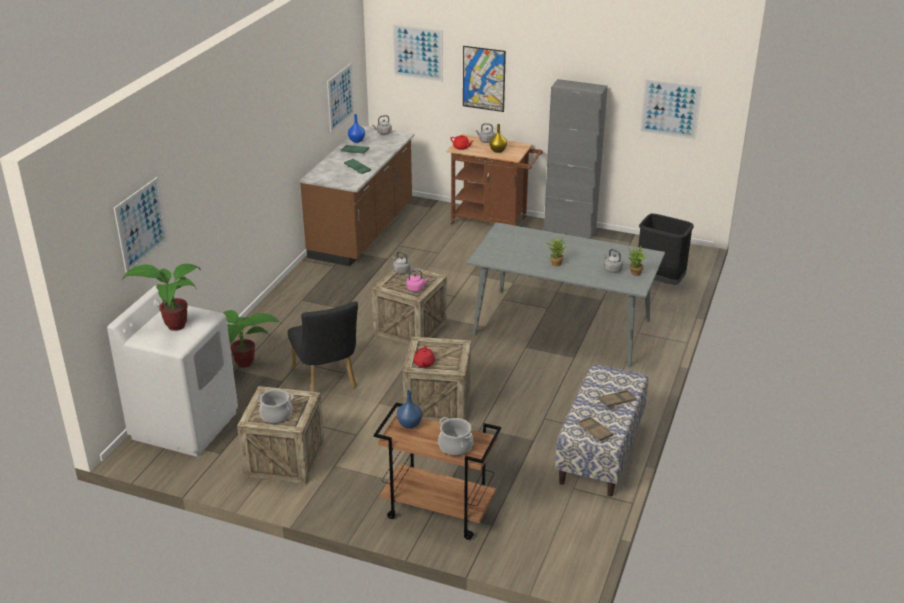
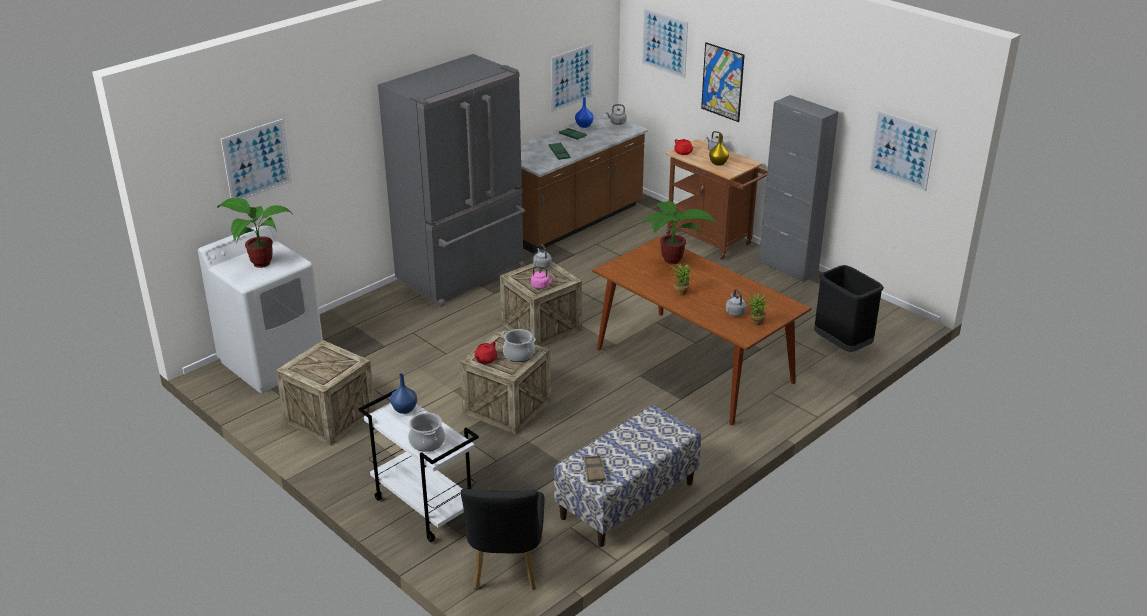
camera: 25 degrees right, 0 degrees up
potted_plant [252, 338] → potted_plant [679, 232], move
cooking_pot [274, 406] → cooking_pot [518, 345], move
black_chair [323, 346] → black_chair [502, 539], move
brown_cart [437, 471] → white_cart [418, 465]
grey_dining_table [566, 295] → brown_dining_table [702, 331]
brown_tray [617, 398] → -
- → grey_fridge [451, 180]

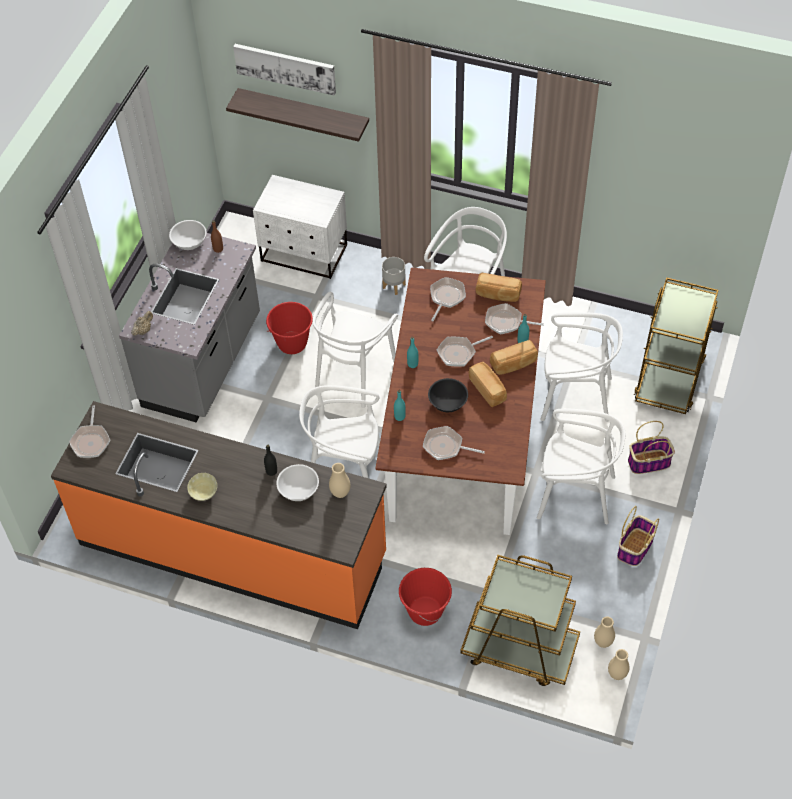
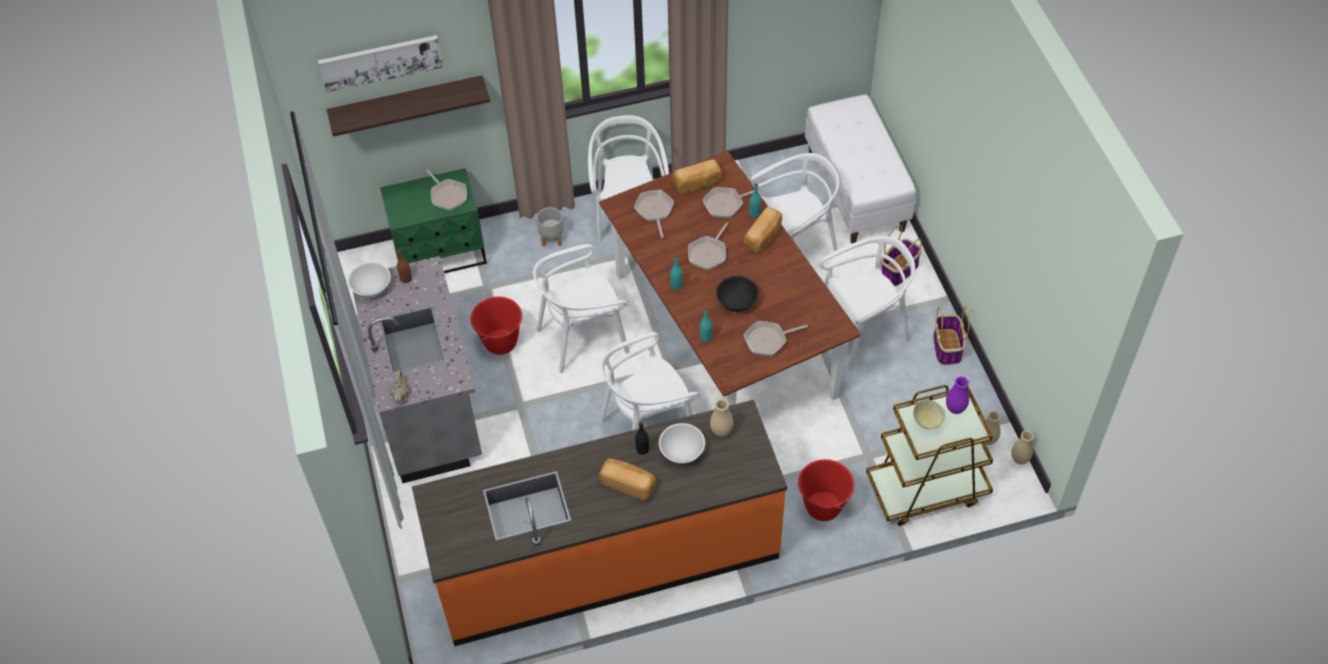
camera: 35 degrees left, 0 degrees up
frying_pan [89, 432] → frying_pan [446, 190], move
beige_bowl [202, 487] → beige_bowl [929, 414], move
white_nightstand [300, 227] → green_nightstand [433, 220]
white_chair [355, 350] → white_chair [581, 308], 75 degrees clockwise
bread [487, 384] → bread [627, 479], move
brown_cart [676, 345] → white_bench [860, 168]
- → purple_vase [957, 395]

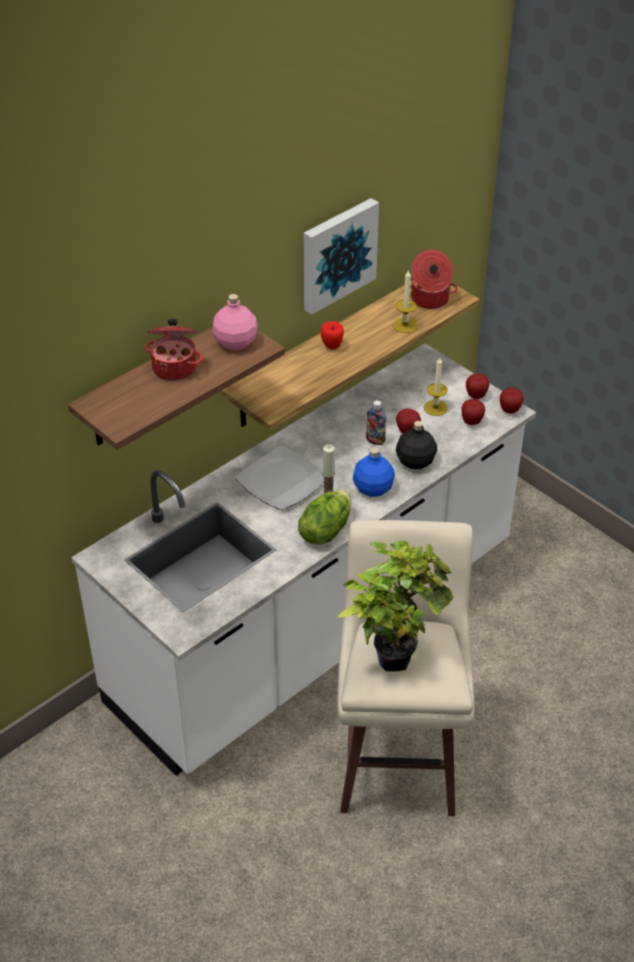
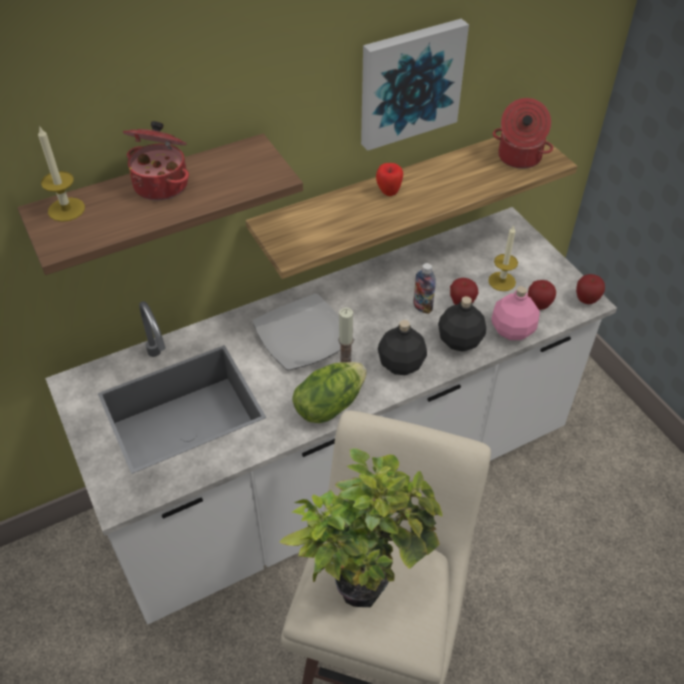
camera: 15 degrees right, 5 degrees up
pink_bottle [234, 322] → pink_bottle [515, 313], move
blue_bottle [374, 472] → black_bottle [402, 347]
candle [405, 301] → candle [61, 173], move
apple [477, 386] → -

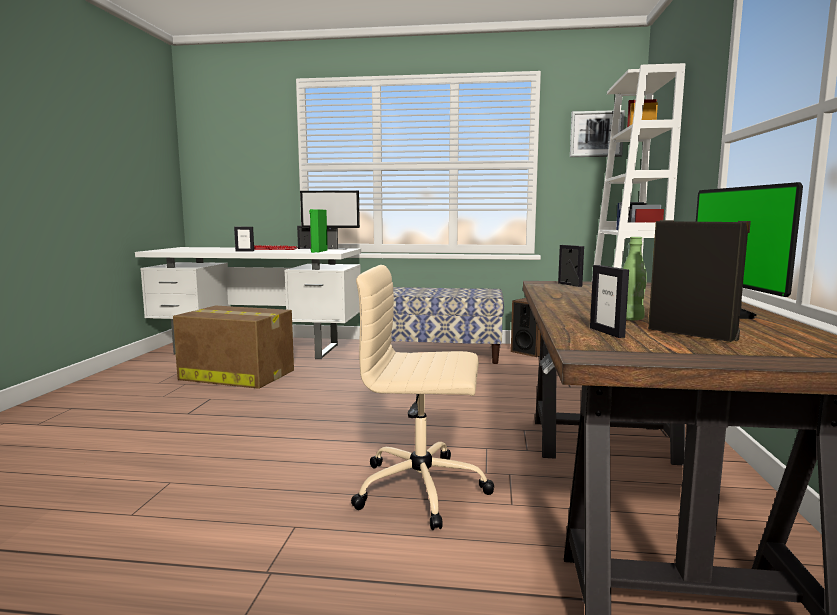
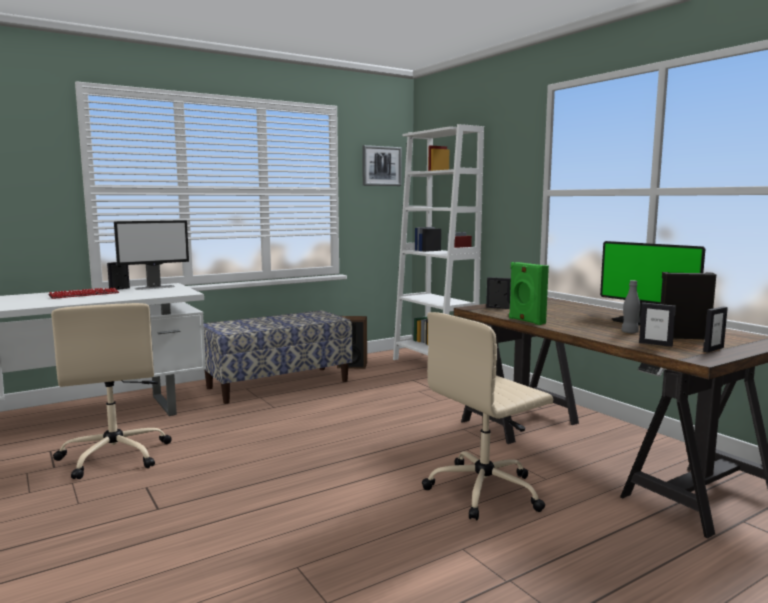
camera: 40 degrees left, 0 degrees up
cardboard_box [233, 347] → beige_office_chair [111, 391]
picture_frame [244, 239] → picture_frame [715, 329], move
green_speaker [318, 231] → green_speaker [529, 293], move
green_bottle [635, 278] → grey_bottle [630, 306]

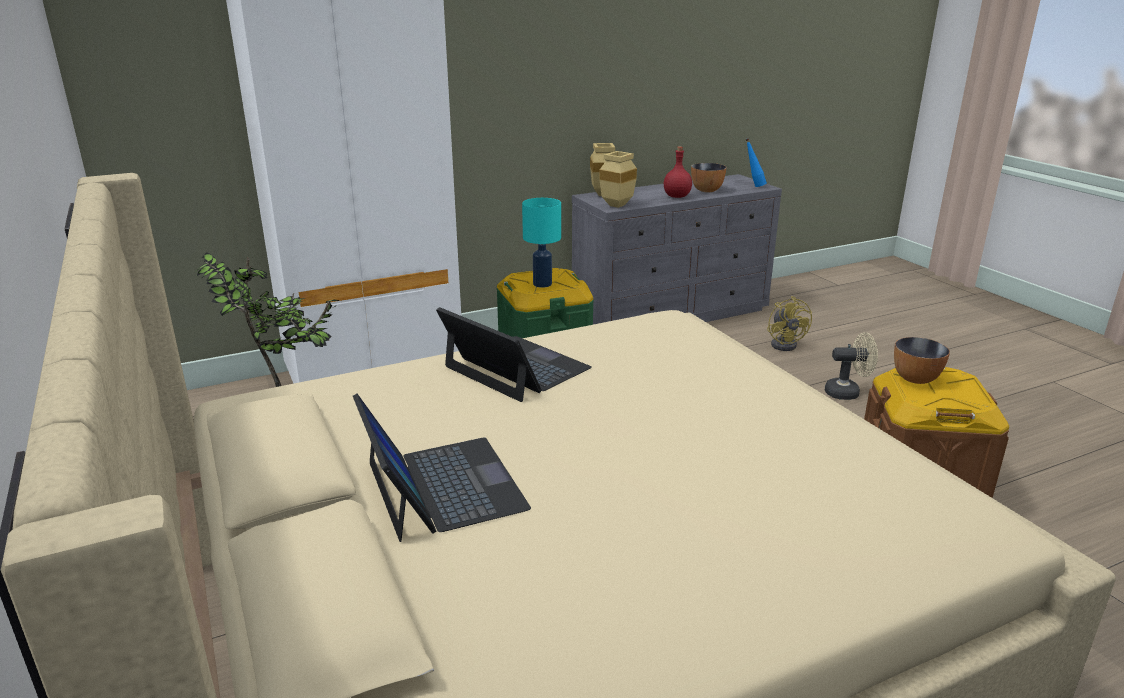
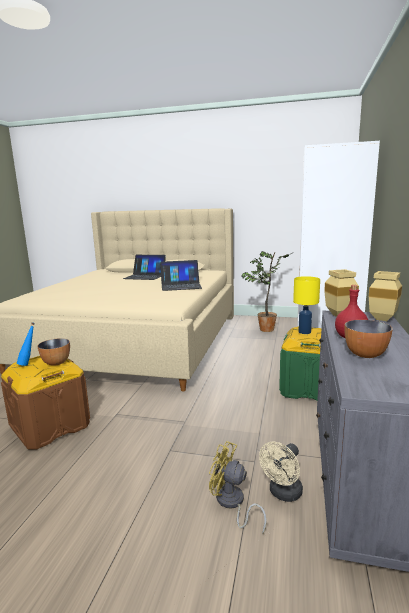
camera: 130 degrees right, 10 degrees down
turquoise_table_lamp [541, 243] → yellow_table_lamp [306, 305]
blue_bottle [756, 162] → blue_bottle [26, 344], move
beige_fan [851, 366] → beige_fan [281, 471], move

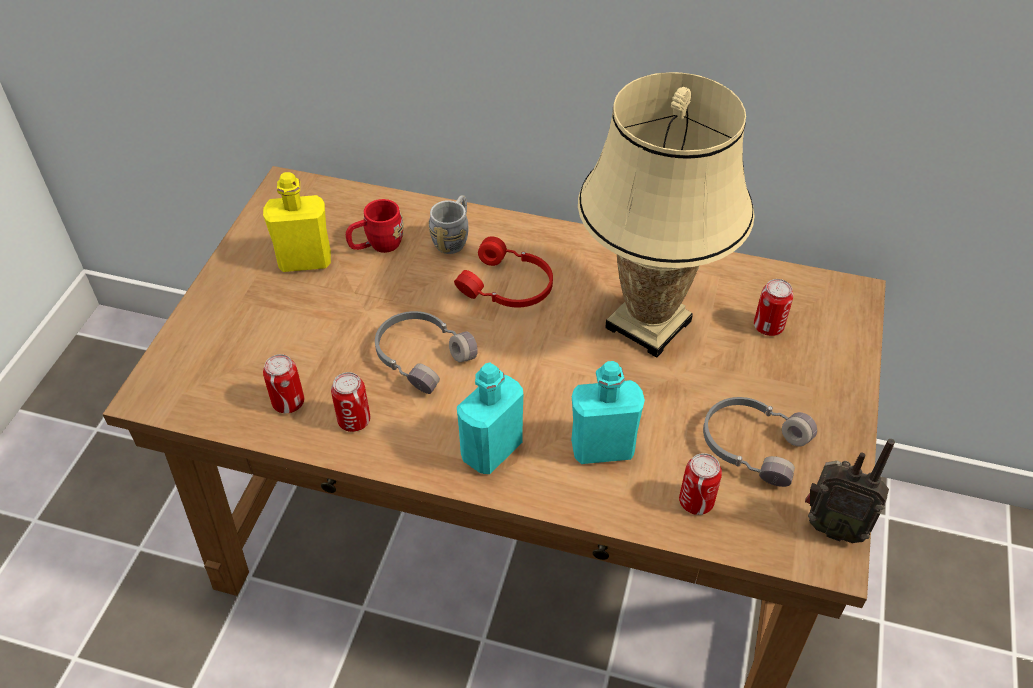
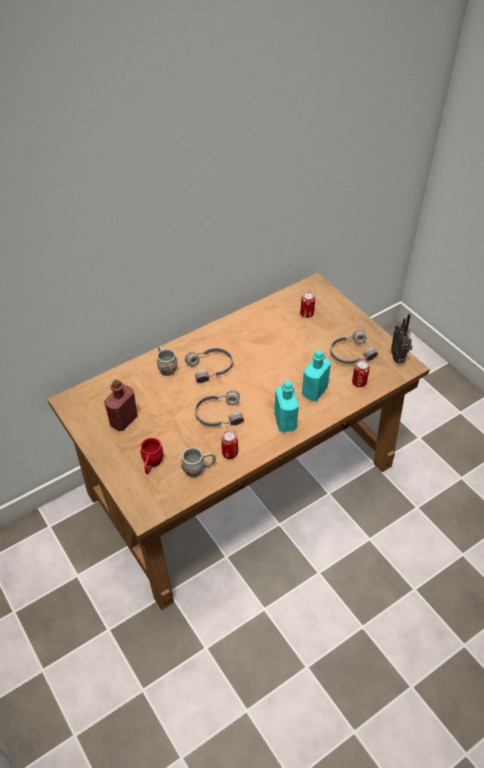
camera: 50 degrees left, 0 degrees up
yellow_bottle [297, 222] → red_bottle [121, 405]
can [283, 383] → grey_mug [198, 462]
red_mug [375, 226] → red_mug [152, 456], move
red_headphones [503, 271] → grey_headphones [209, 365]
beige_table_lamp [666, 215] → -
radio [850, 491] → radio [402, 338], 105 degrees clockwise

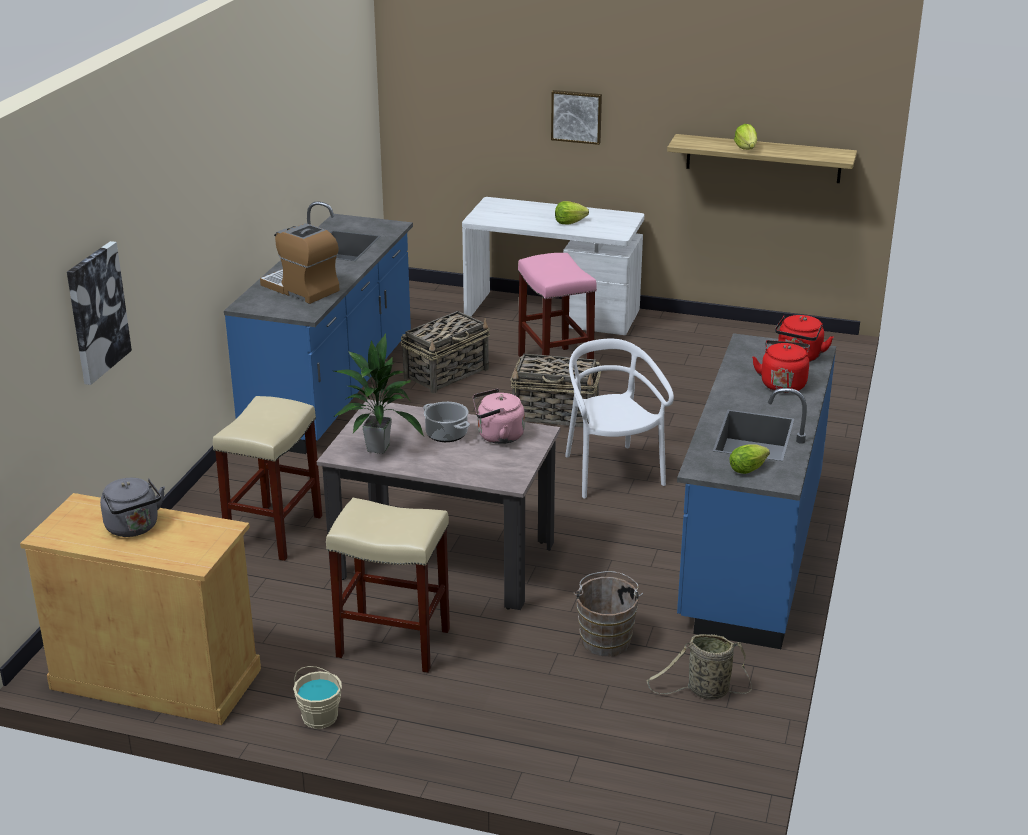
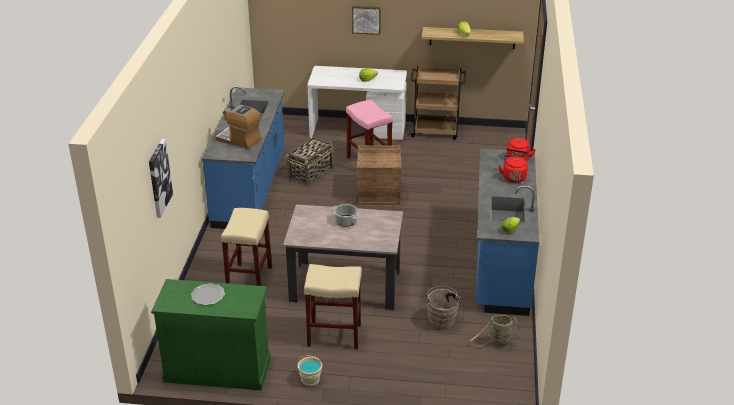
camera: 10 degrees left, 5 degrees up
beige_cabinet [140, 609] → green_cabinet [211, 334]
grey_kettle [132, 507] → plate [208, 294]
potted_plant [379, 394] → -
pink_kettle [499, 416] → -
basket [555, 390] → crate [379, 175]
white_chair [619, 418] → -
- → brown_cart [437, 103]

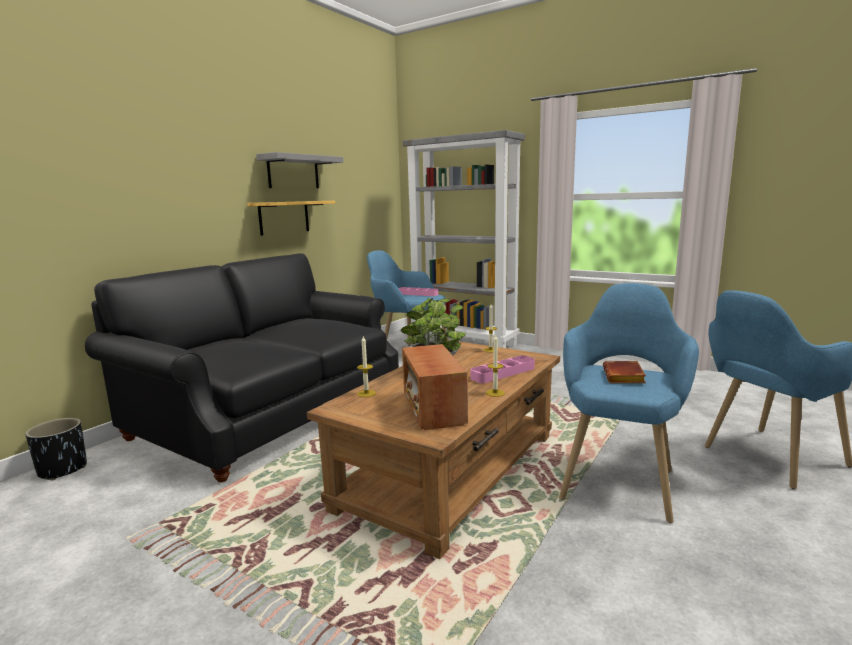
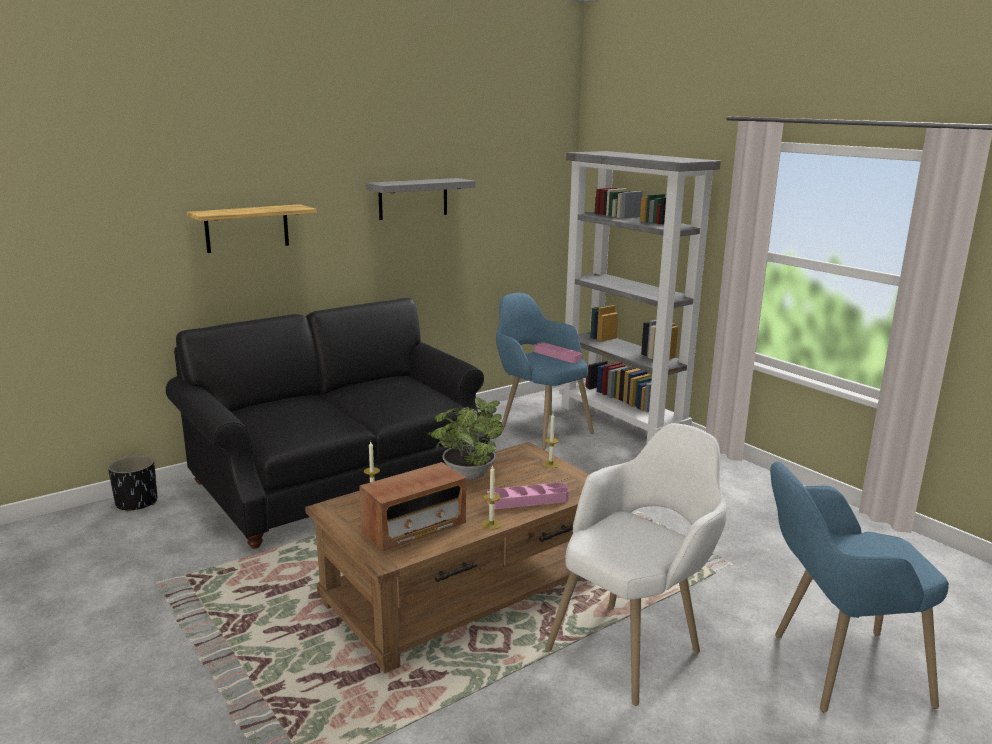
camera: 20 degrees right, 5 degrees up
shelf [291, 218] → shelf [251, 228], move
radio [435, 387] → radio [412, 506], 135 degrees counterclockwise
blue_armchair [629, 403] → white_armchair [636, 564]
brown_book [624, 372] → -

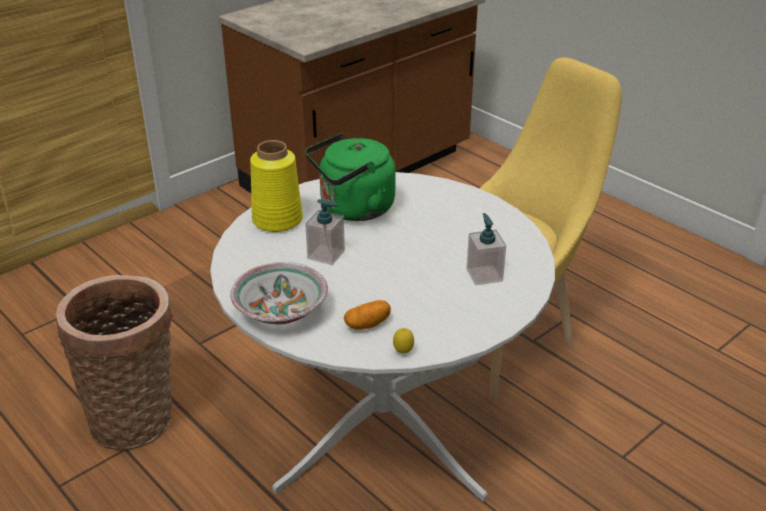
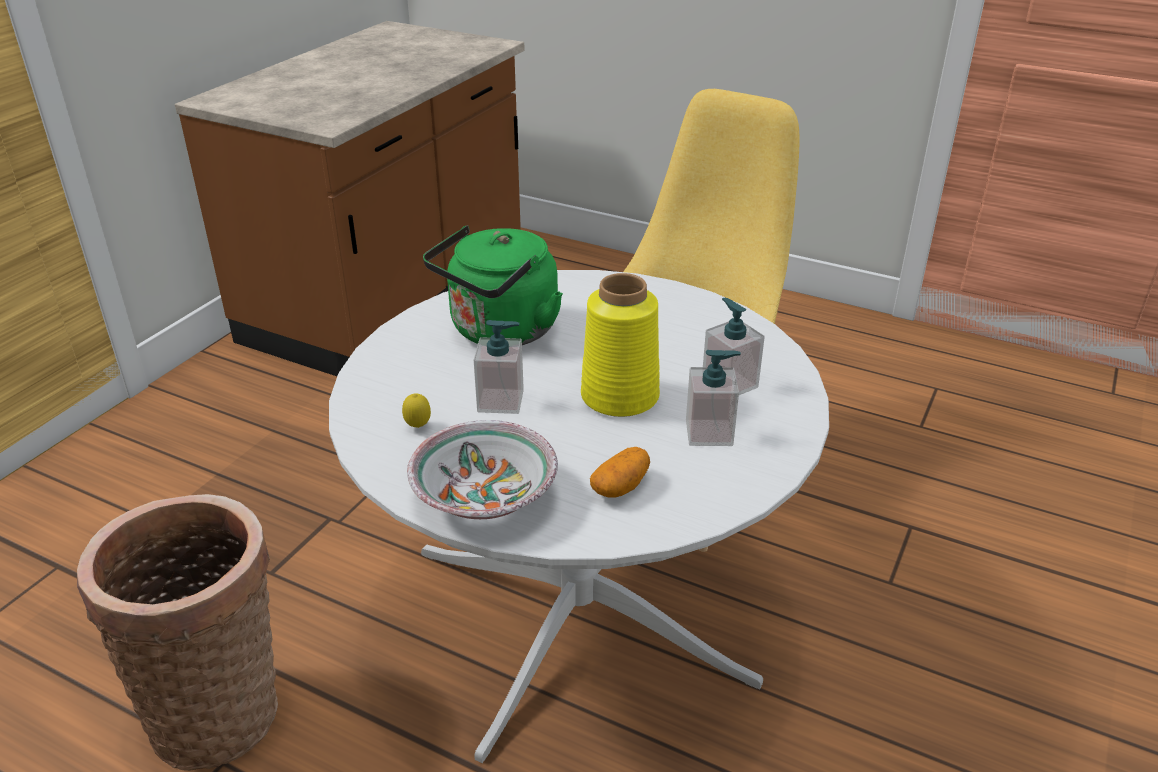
camera: 20 degrees left, 0 degrees up
yellow_vase [276, 186] → yellow_vase [620, 345], move
lemon [403, 340] → lemon [416, 411], move
- → soap_dispenser [713, 398]

